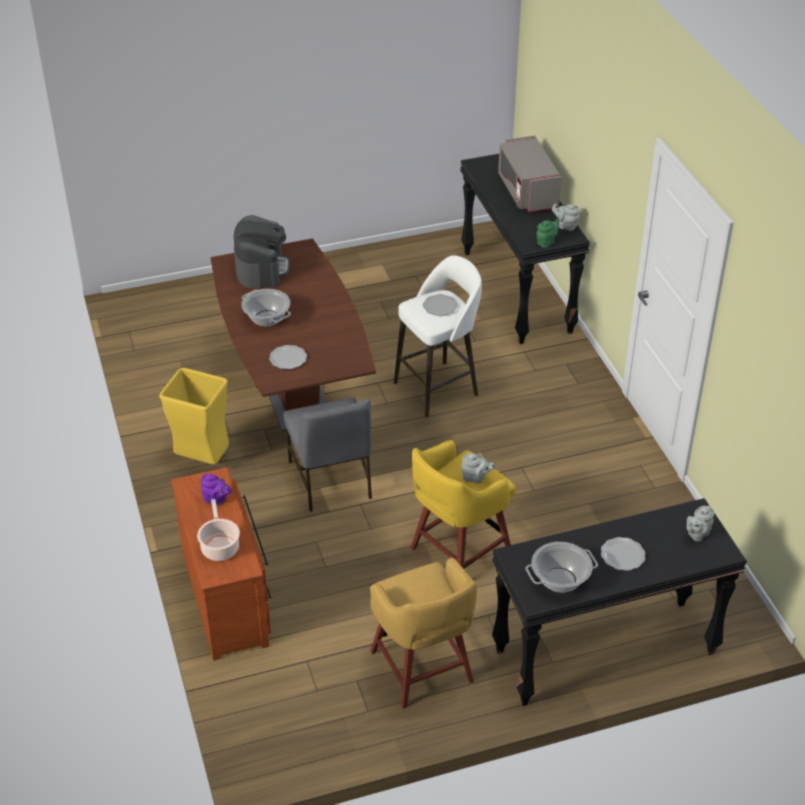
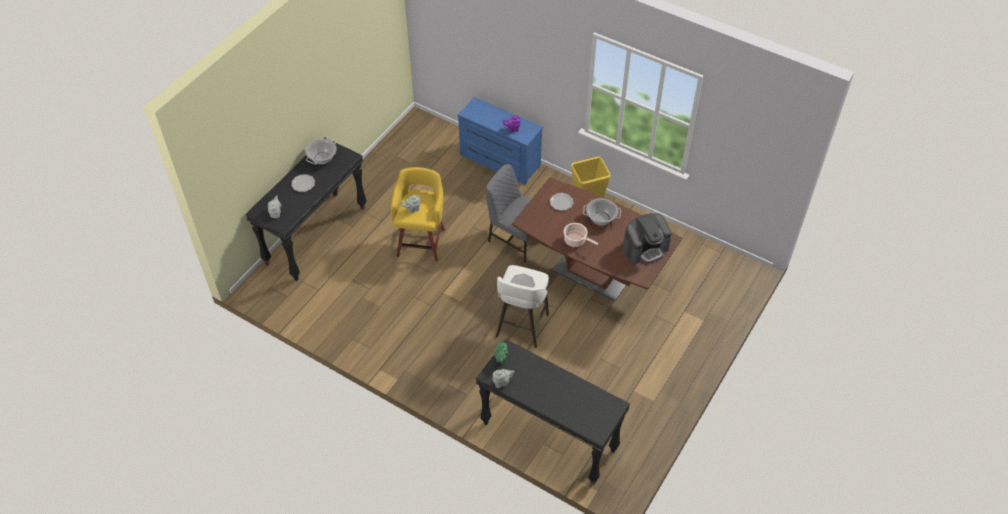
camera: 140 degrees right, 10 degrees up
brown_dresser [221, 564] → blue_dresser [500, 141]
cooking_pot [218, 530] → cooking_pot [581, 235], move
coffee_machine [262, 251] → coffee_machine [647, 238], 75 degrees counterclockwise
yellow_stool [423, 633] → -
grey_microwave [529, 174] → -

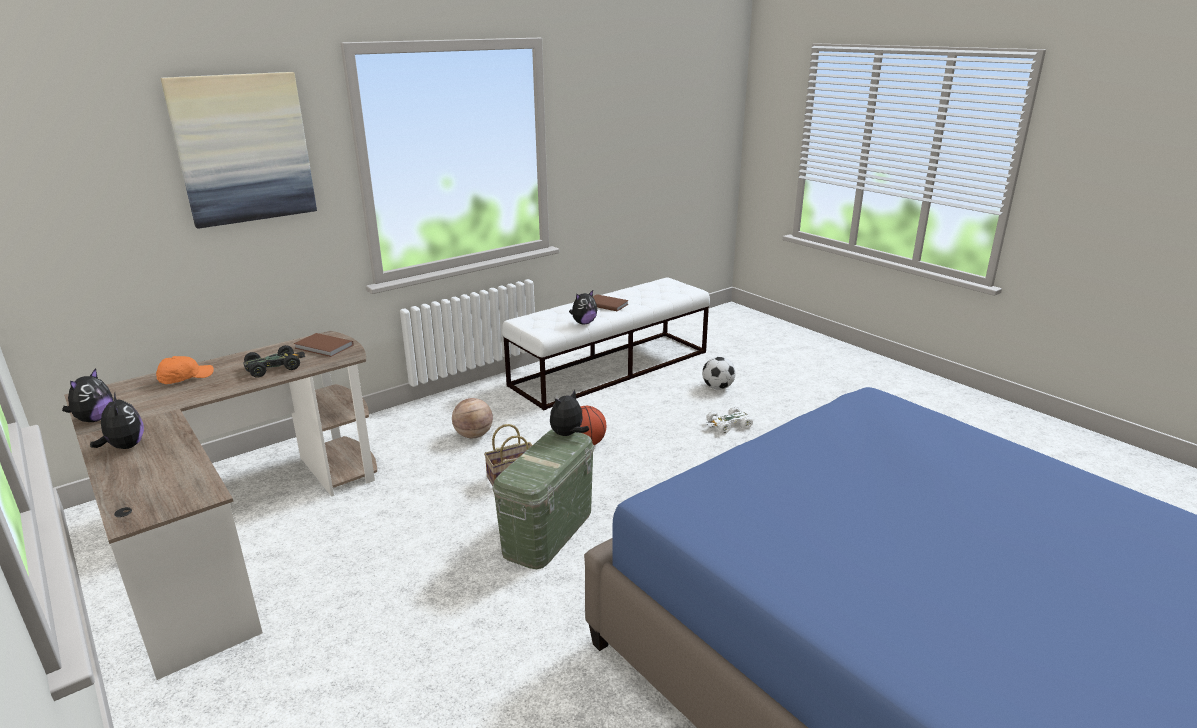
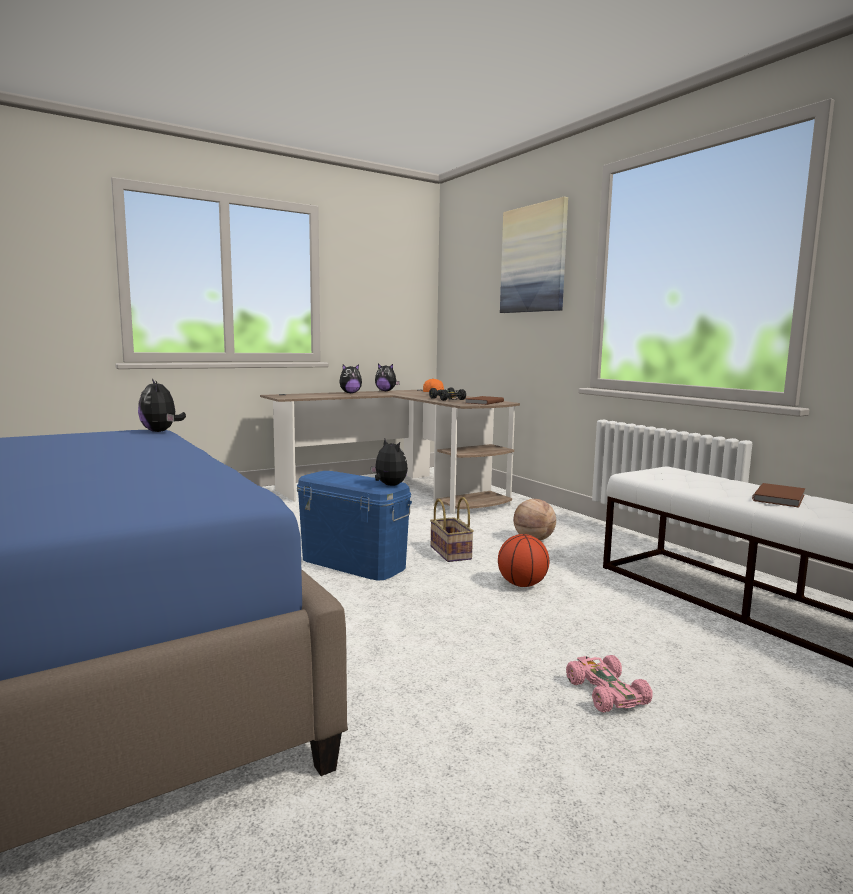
camera: 95 degrees right, 15 degrees down
green_storage_box [543, 499] → blue_storage_box [354, 525]
plush_toy [583, 307] → plush_toy [162, 405], move
football [719, 373] → -
white_toy_car [729, 420] → pink_toy_car [609, 684]

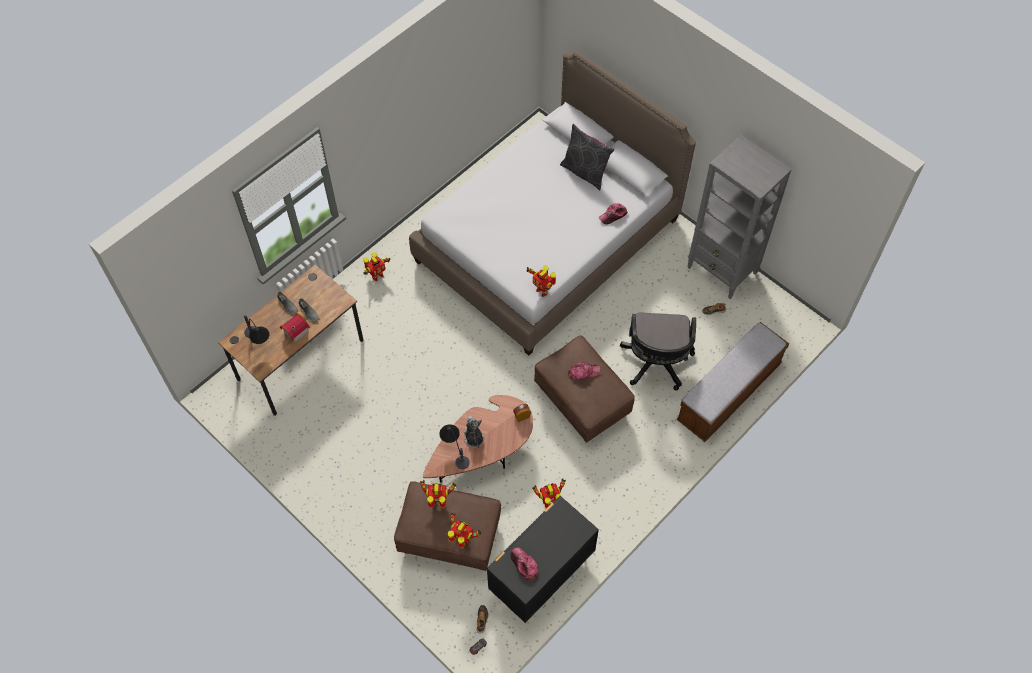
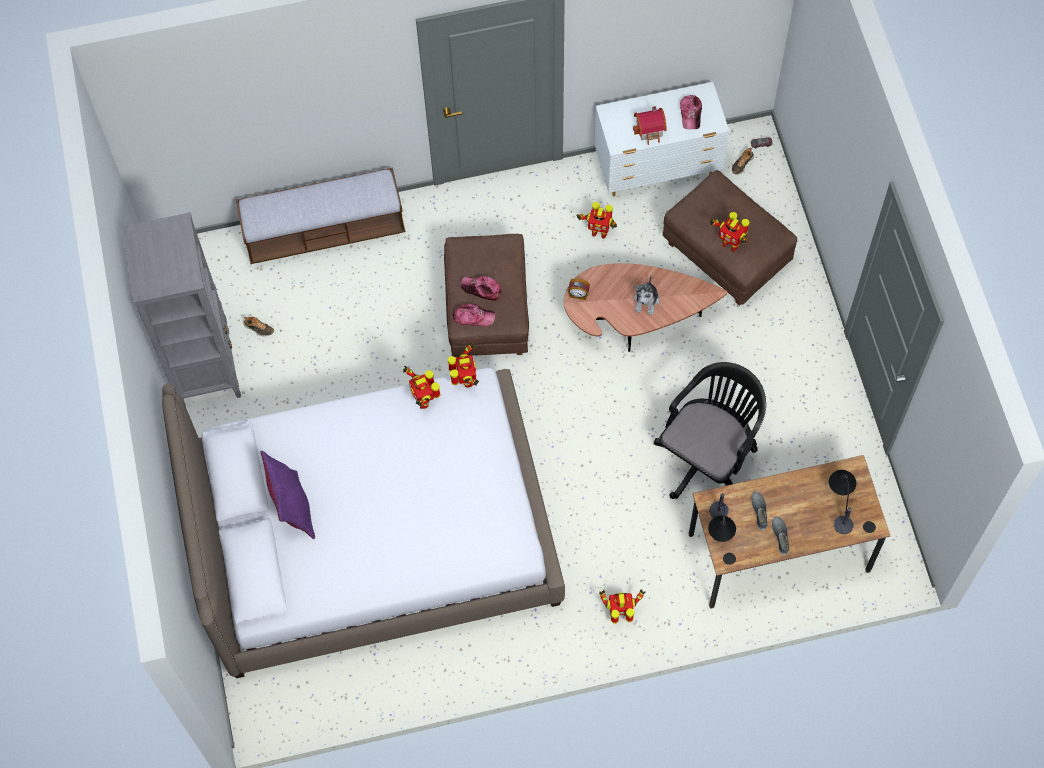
camera: 145 degrees left, 5 degrees up
toy_house [295, 328] → toy_house [650, 125], move
table_lamp [454, 446] → table_lamp [722, 517], move
toy_robot [464, 530] → toy_robot [422, 387], move
black_dresser [543, 559] → white_dresser [661, 139]
grey_pillow [587, 157] → purple_pillow [288, 495]
cap [613, 214] → cap [474, 315], move
black_office_chair [658, 352] → black_office_chair [710, 430], move

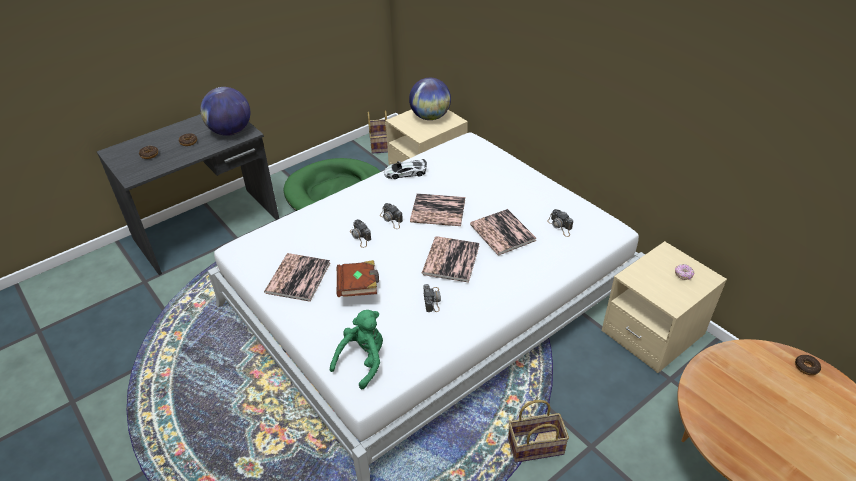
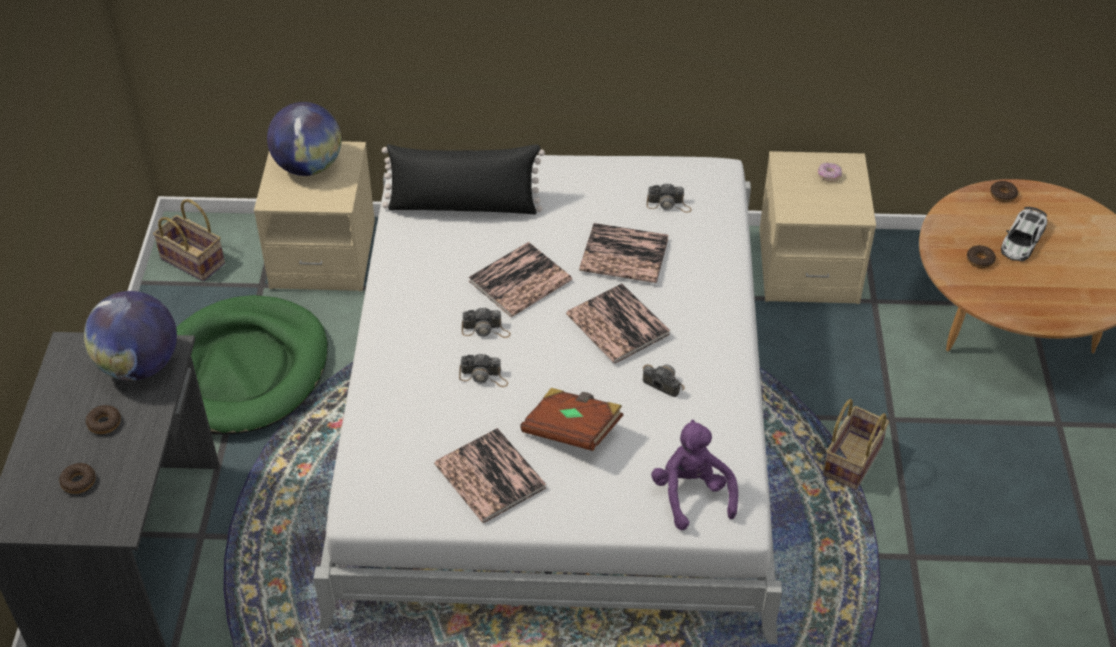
camera: 50 degrees left, 5 degrees up
green_plush_toy [356, 350] → purple_plush_toy [694, 474]
toy_car [405, 169] → toy_car [1024, 234], move
- → black_pillow [463, 179]
- → donut [981, 256]

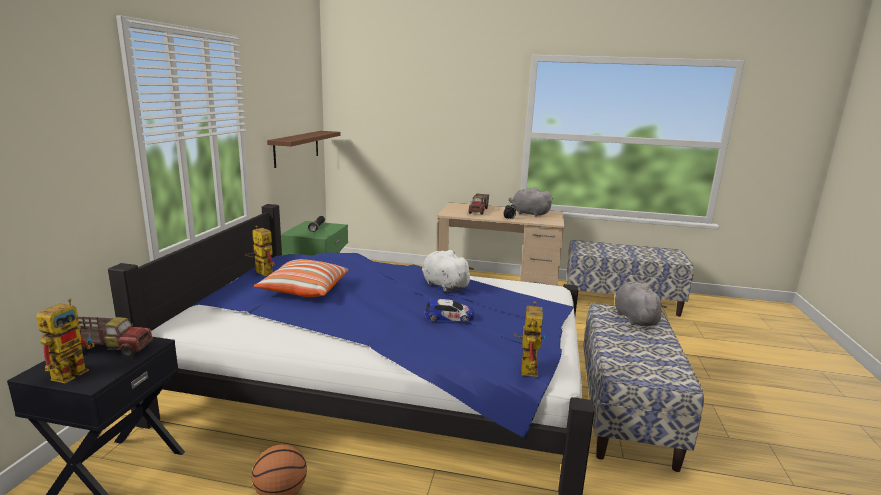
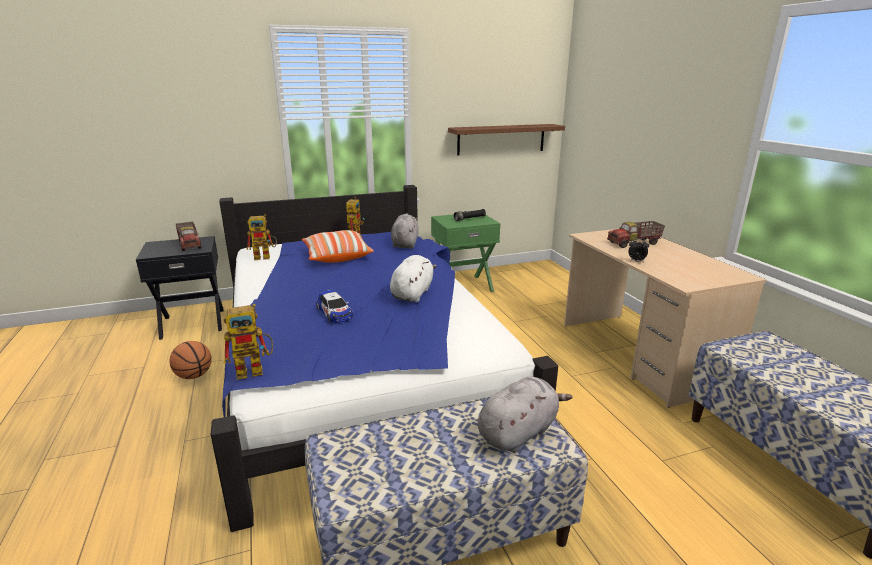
camera: 60 degrees right, 5 degrees up
toy_robot [65, 341] → toy_robot [262, 237], move
grey_plush_toy [531, 202] → grey_plush_toy [405, 231], move

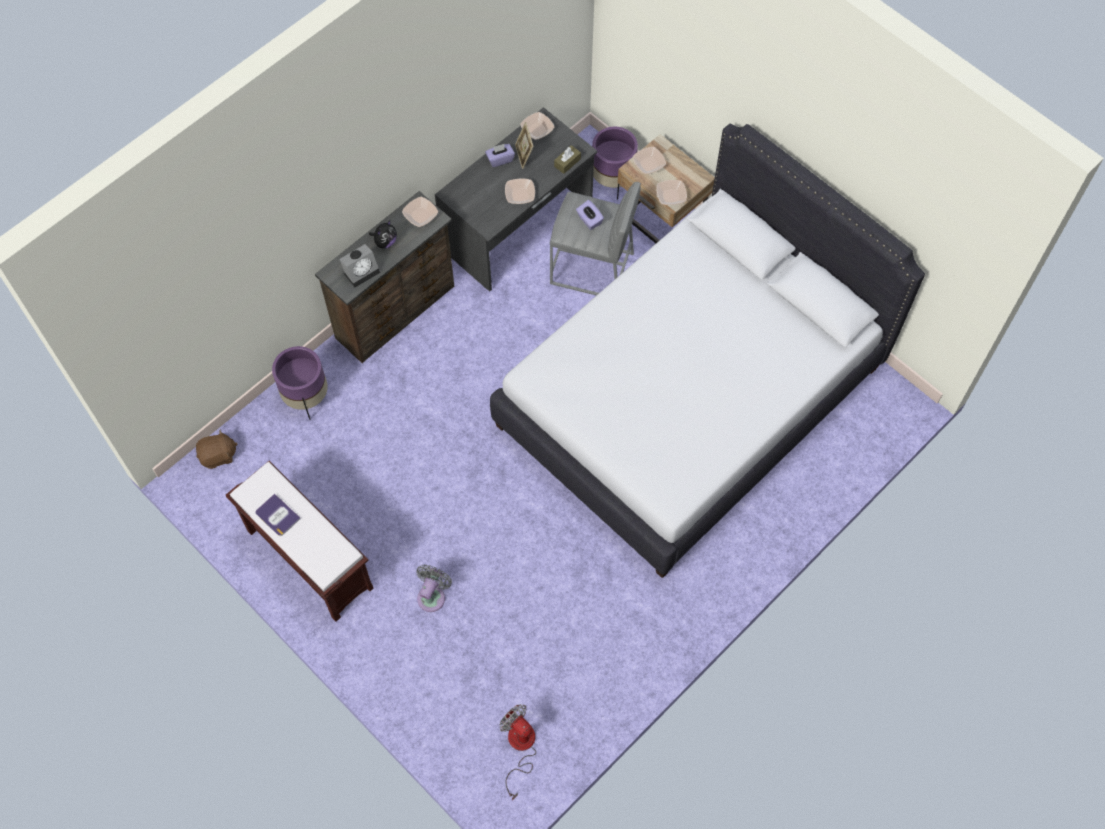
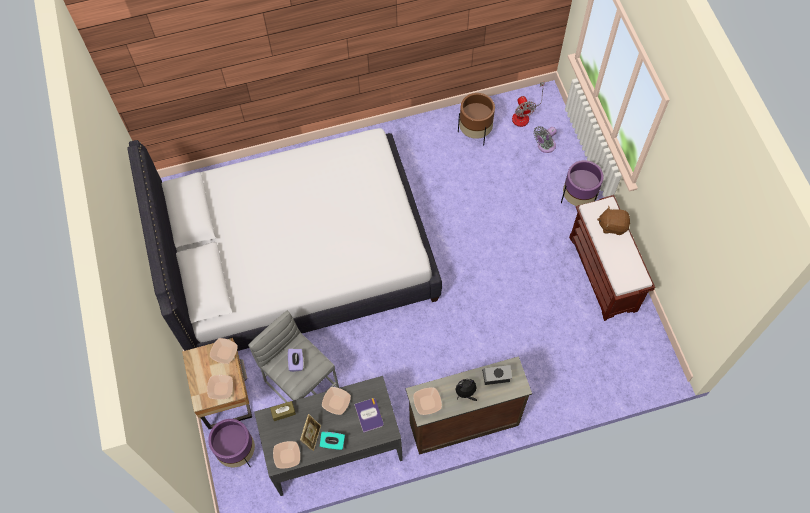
camera: 150 degrees left, 0 degrees up
brown_plush_toy [217, 449] → brown_plush_toy [613, 220], move
book [278, 514] → book [369, 415], move
purple_planter [300, 383] → purple_planter [582, 183], move
grey_fan [434, 588] → grey_fan [545, 139], move
purple_tissue_box [500, 155] → turquoise_tissue_box [332, 441]
- → brown_planter [476, 119]

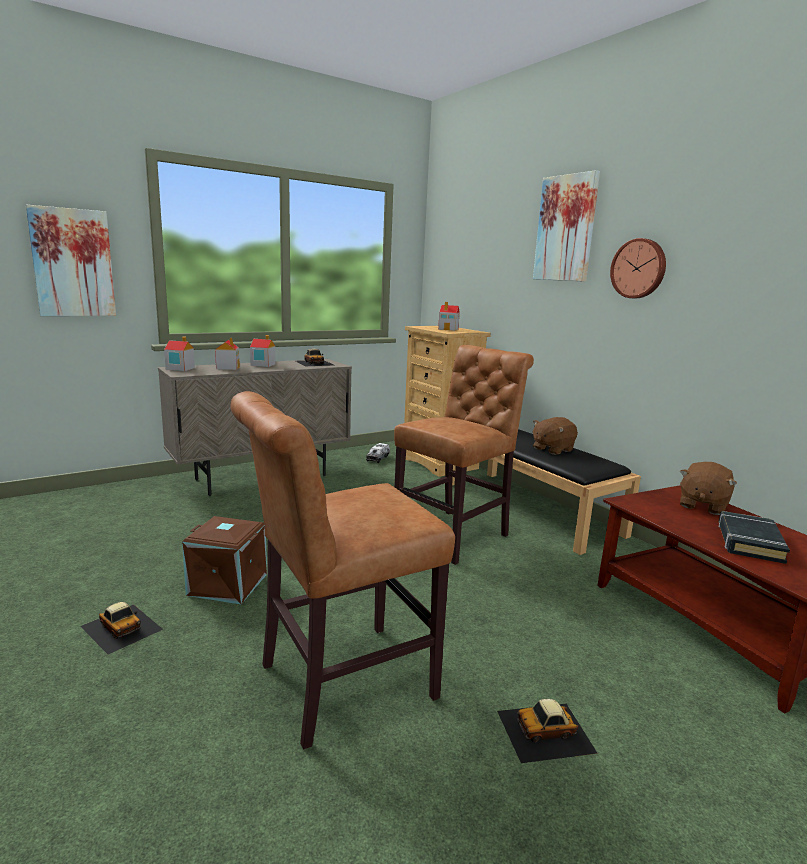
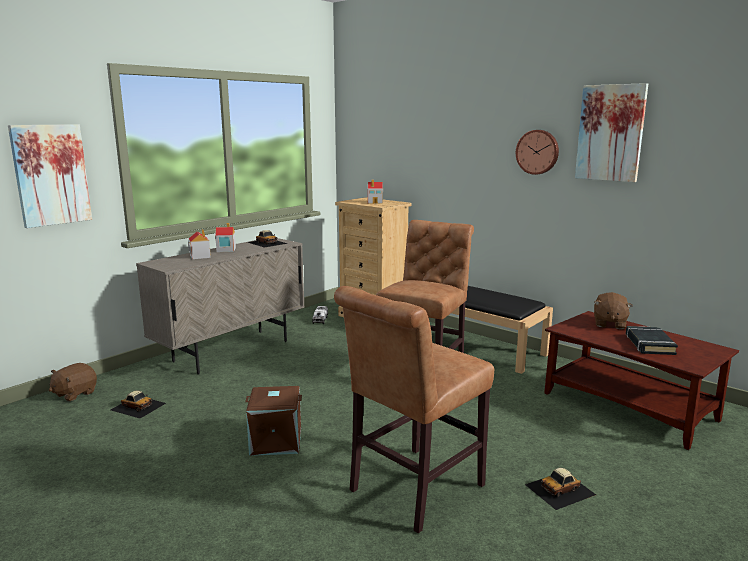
camera: 15 degrees left, 0 degrees up
toy_car [121, 628] → toy_car [138, 404], move
toy_house [179, 353] → -
picture [566, 226] → picture [611, 132], move
brown_plush_toy [555, 436] → brown_plush_toy [73, 382], move

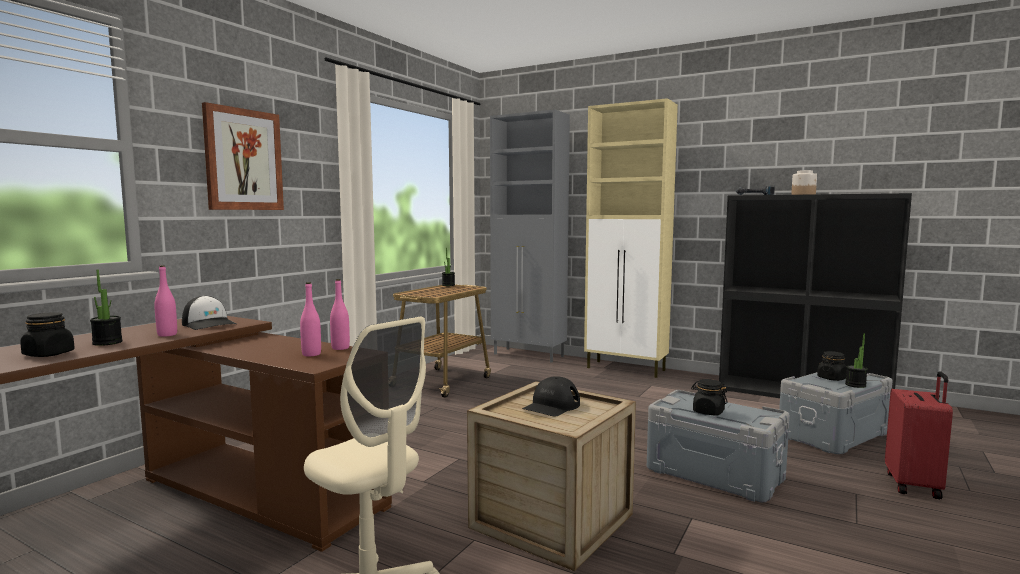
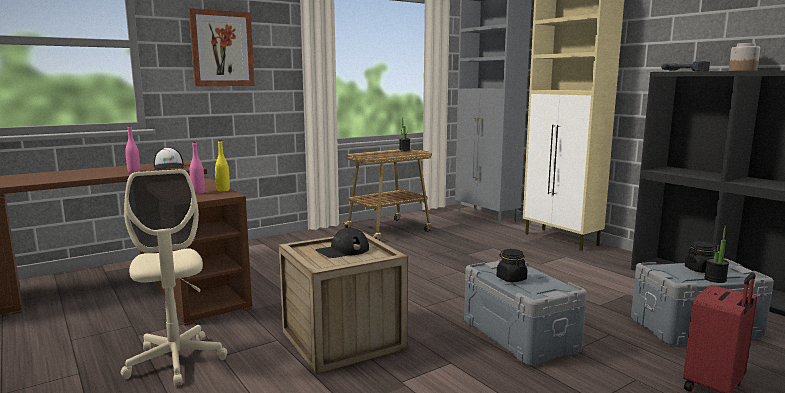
camera: 25 degrees right, 5 degrees up
black_jar [47, 334] → -
potted_plant [106, 308] → -
pink_bottle [340, 314] → yellow_bottle [222, 166]

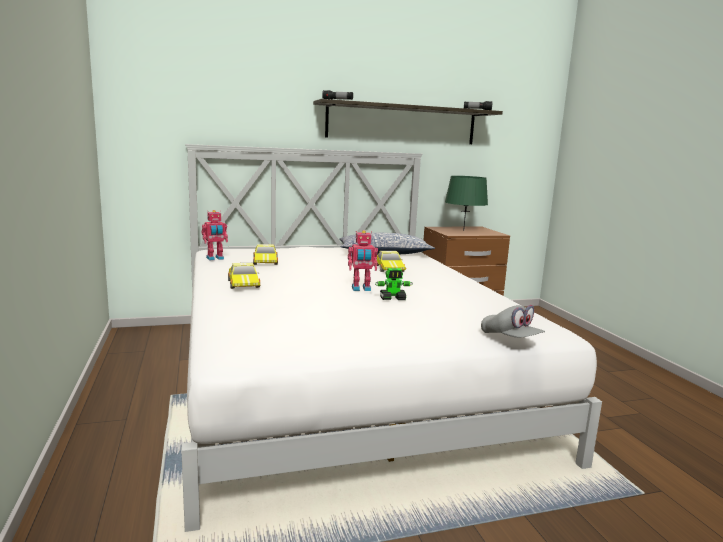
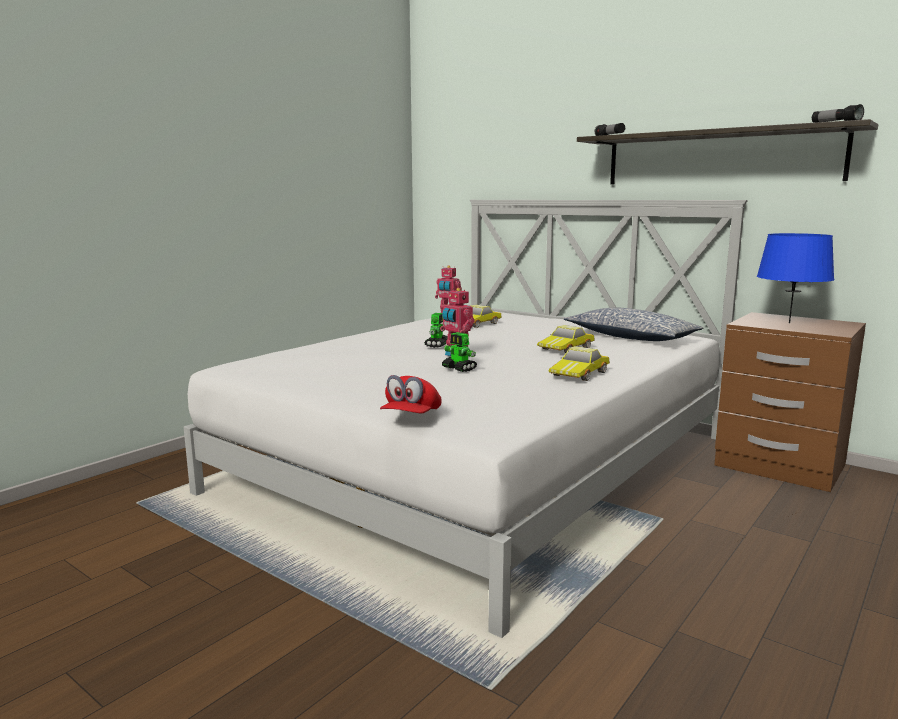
camera: 55 degrees right, 0 degrees up
toy_car [244, 276] → toy_car [579, 363], move
green_table_lamp [466, 203] → blue_table_lamp [796, 278]
grey_cap [513, 321] → red_cap [411, 394]
- → toy_robot [436, 330]

